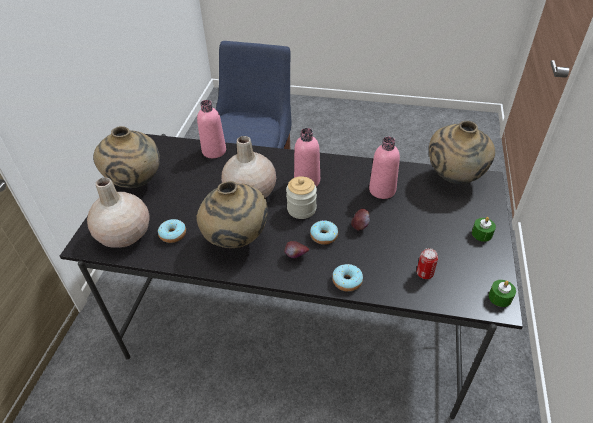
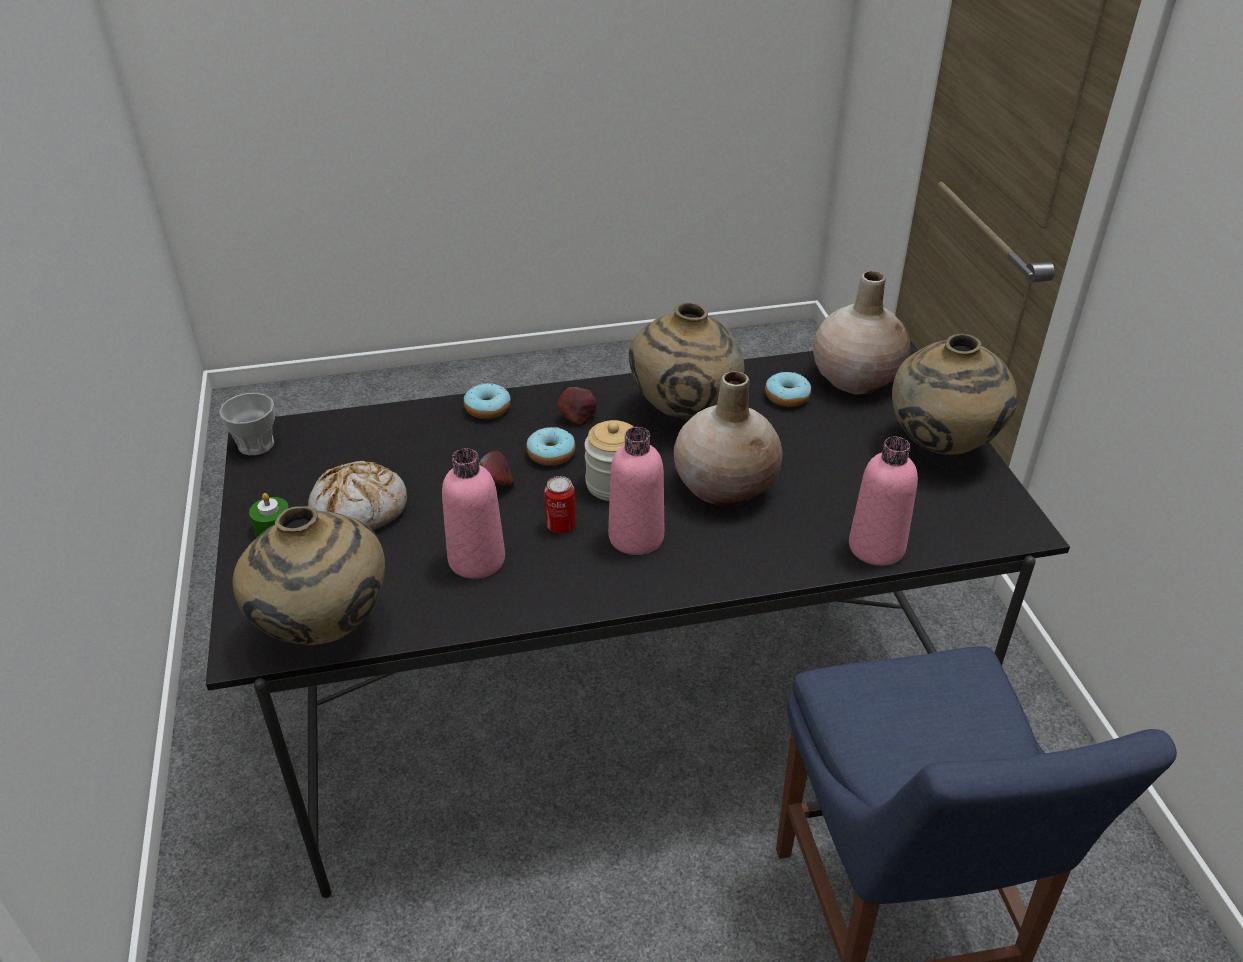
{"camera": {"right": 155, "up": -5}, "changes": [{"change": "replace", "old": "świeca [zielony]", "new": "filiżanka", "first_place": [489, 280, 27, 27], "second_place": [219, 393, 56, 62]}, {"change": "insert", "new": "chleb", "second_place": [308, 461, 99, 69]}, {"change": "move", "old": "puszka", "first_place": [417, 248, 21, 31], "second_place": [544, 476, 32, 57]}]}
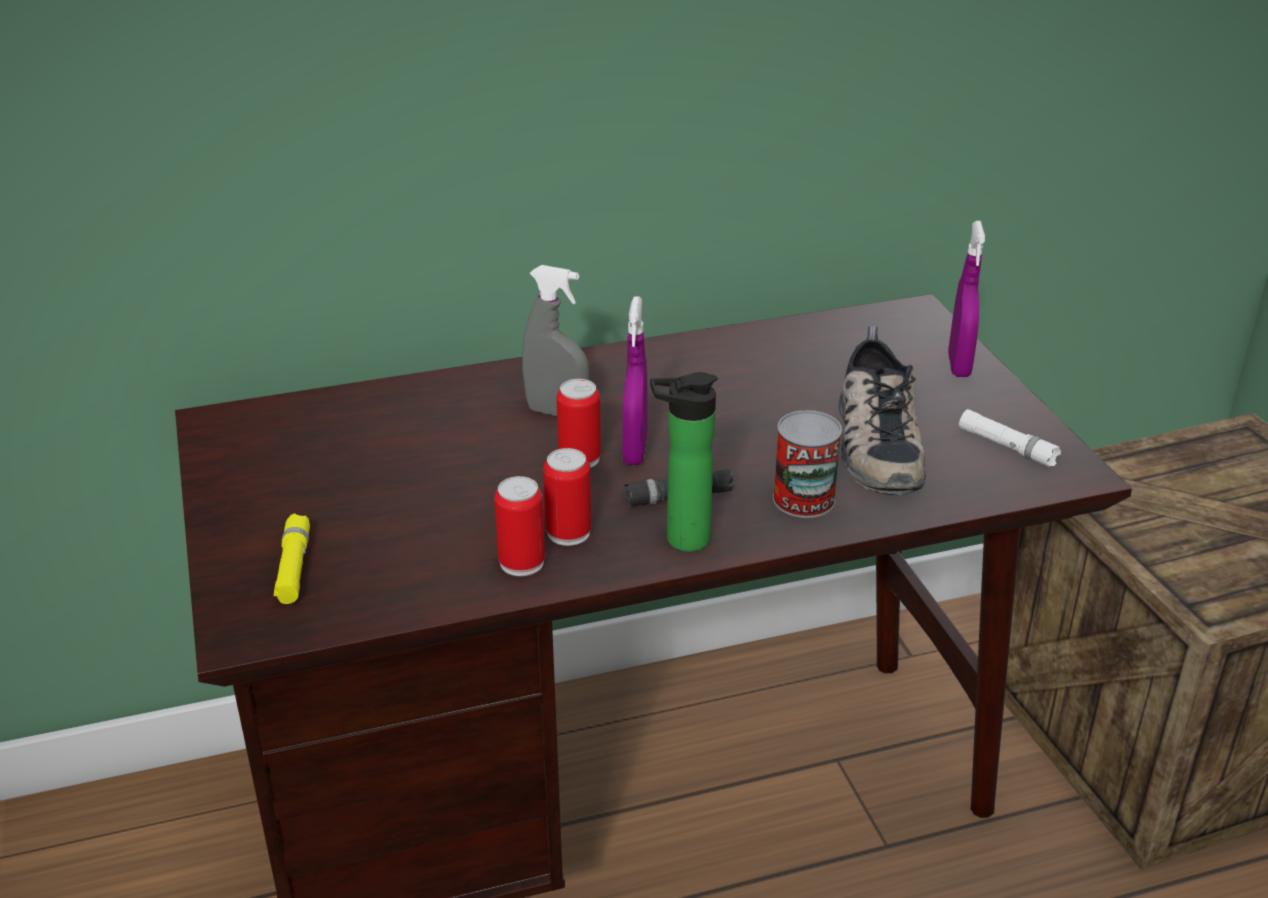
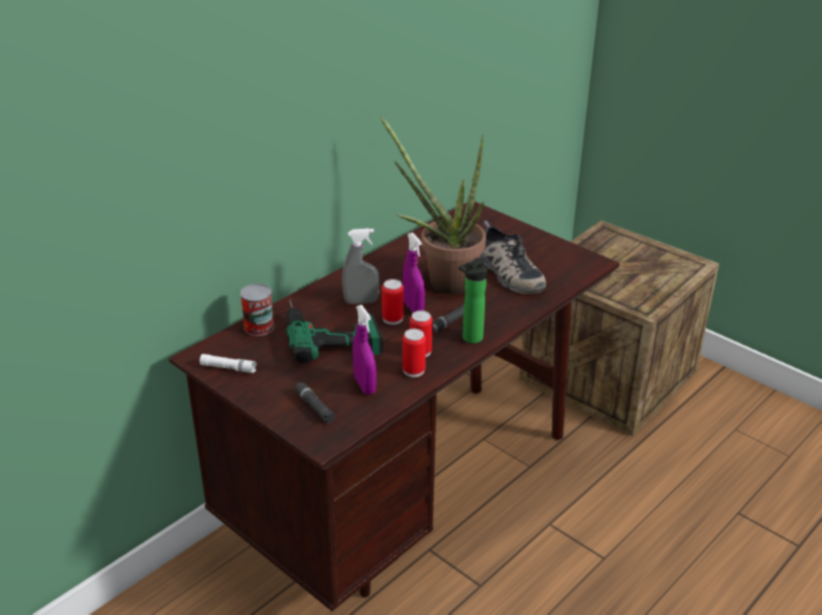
{"camera": {"right": -30, "up": 0}, "changes": [{"change": "move", "old": "latarka [biały]", "first_place": [959, 409, 102, 58], "second_place": [200, 354, 57, 19]}, {"change": "move", "old": "puszka", "first_place": [773, 410, 69, 108], "second_place": [240, 284, 34, 52]}, {"change": "insert", "new": "wiertarka", "second_place": [286, 301, 97, 62]}, {"change": "recolor", "old": "latarka [żółty]", "new": "latarka [czarny]", "first_place": [274, 513, 36, 91], "second_place": [295, 382, 40, 41]}, {"change": "move", "old": "spryskiwacz [fioletowy]", "first_place": [948, 221, 37, 156], "second_place": [353, 305, 23, 89]}, {"change": "insert", "new": "roślina doniczkowa", "second_place": [380, 116, 106, 178]}]}
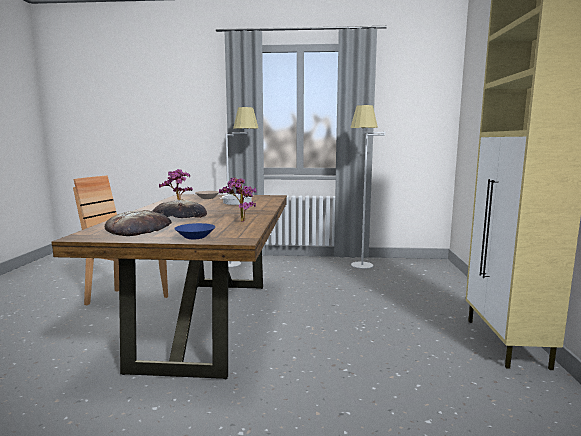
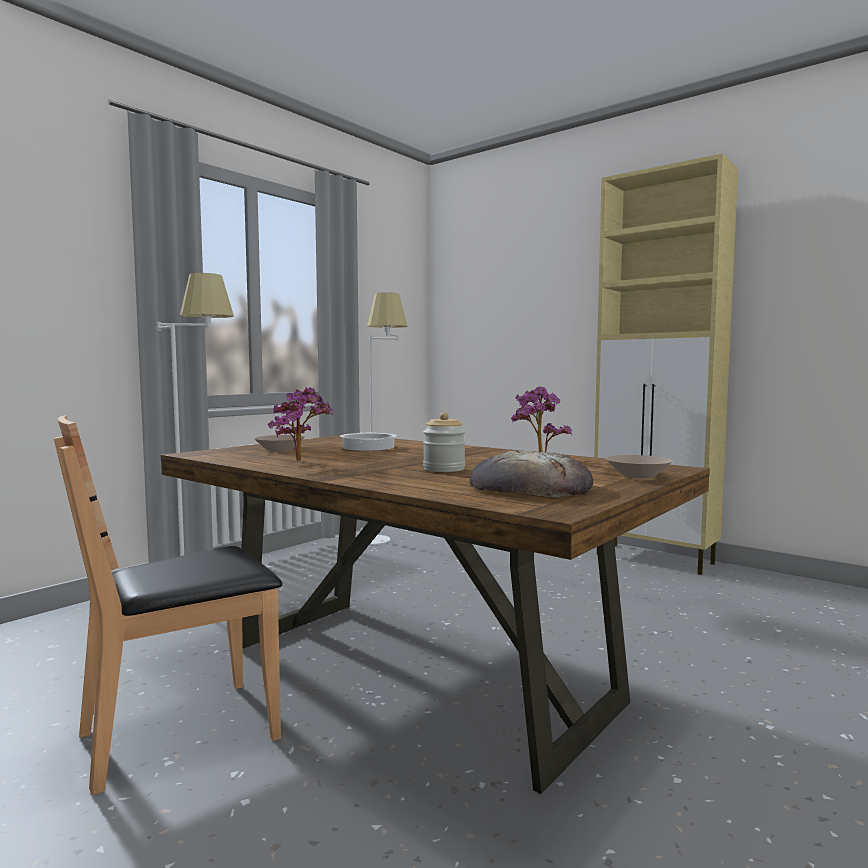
{"camera": {"right": -55, "up": -5}, "changes": [{"change": "replace", "old": "chleb", "new": "słoik", "first_place": [153, 199, 54, 19], "second_place": [423, 412, 42, 60]}, {"change": "recolor", "old": "miska [niebieski]", "new": "miska [beżowy]", "first_place": [174, 223, 41, 16], "second_place": [605, 455, 68, 23]}]}
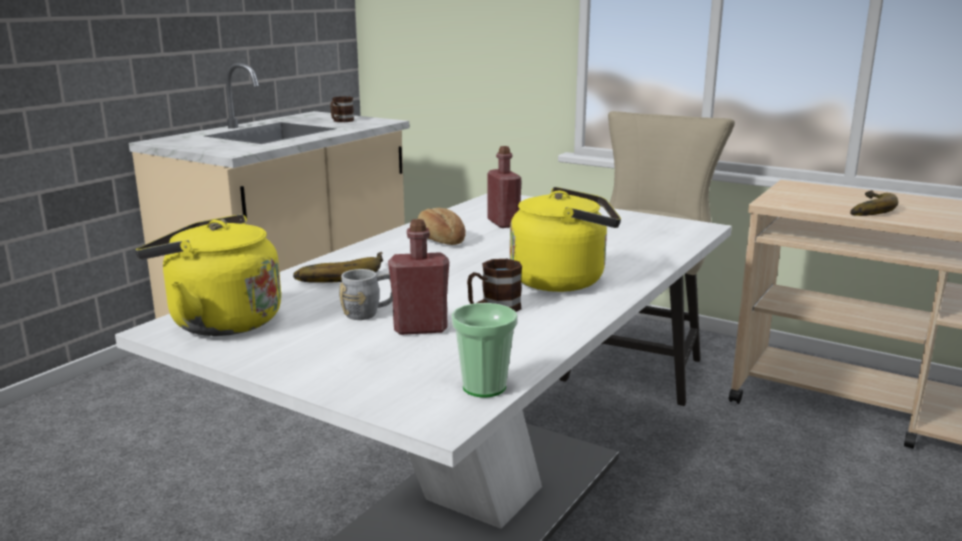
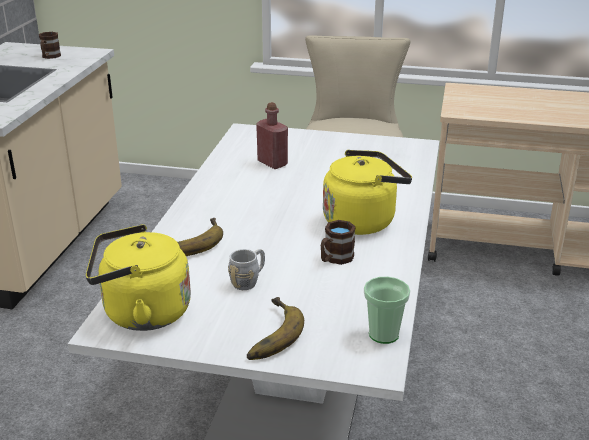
{"camera": {"right": -20, "up": 10}, "changes": [{"change": "move", "old": "banan", "first_place": [850, 190, 48, 26], "second_place": [247, 297, 57, 63]}, {"change": "delete", "old": "butelka [czerwony]", "first_place": [388, 219, 61, 116]}, {"change": "delete", "old": "chleb", "first_place": [417, 208, 49, 37]}]}
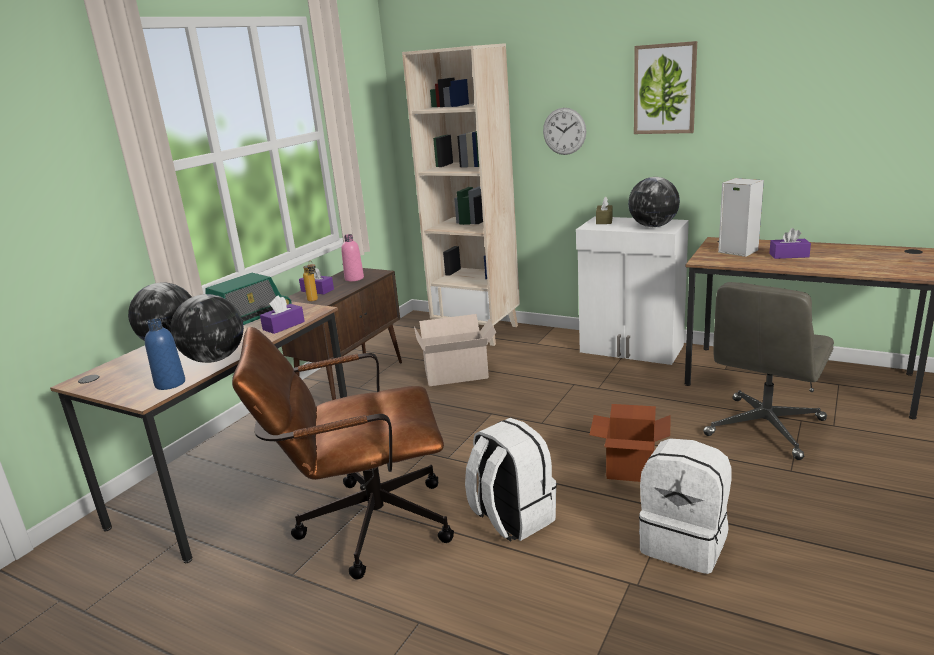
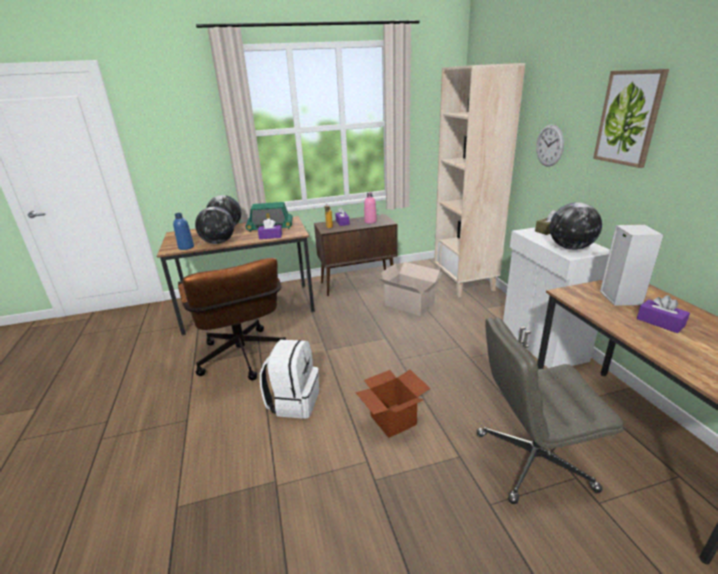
{"camera": {"right": 45, "up": 5}, "changes": [{"change": "rotate", "old": "krzesło biurowe [brązowy]", "first_place": [232, 327, 222, 252], "second_place": [178, 258, 108, 122], "degrees": -150}, {"change": "delete", "old": "plecak [biały]", "first_place": [639, 438, 93, 136]}]}
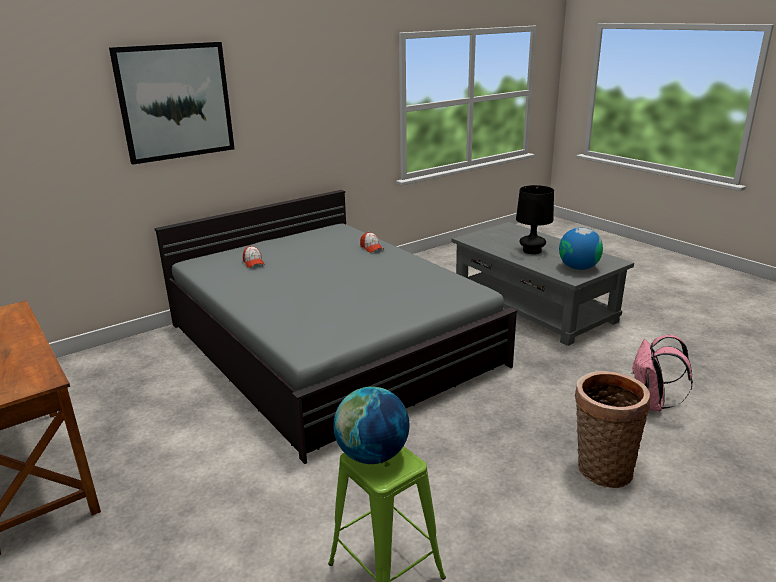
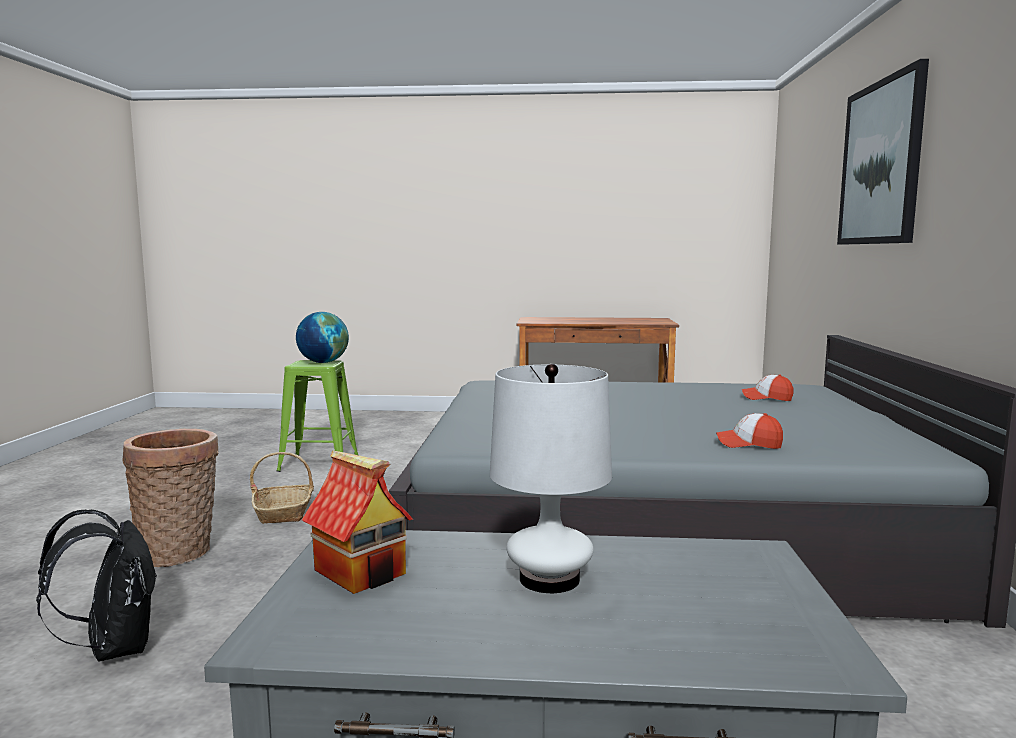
{"camera": {"right": 130, "up": -15}, "changes": [{"change": "recolor", "old": "plecak [różowy]", "new": "plecak [czarny]", "first_place": [631, 335, 62, 77], "second_place": [36, 510, 121, 152]}, {"change": "insert", "new": "koszyk", "second_place": [250, 452, 64, 72]}, {"change": "replace", "old": "globus", "new": "domek", "first_place": [559, 228, 44, 42], "second_place": [302, 450, 111, 144]}, {"change": "recolor", "old": "lampa stołowa [czarny]", "new": "lampa stołowa [biały]", "first_place": [516, 185, 38, 69], "second_place": [490, 364, 122, 229]}]}
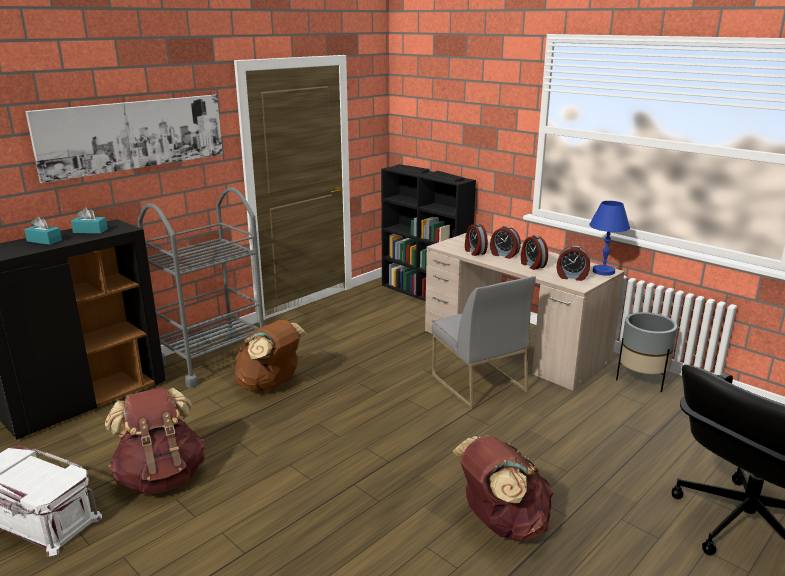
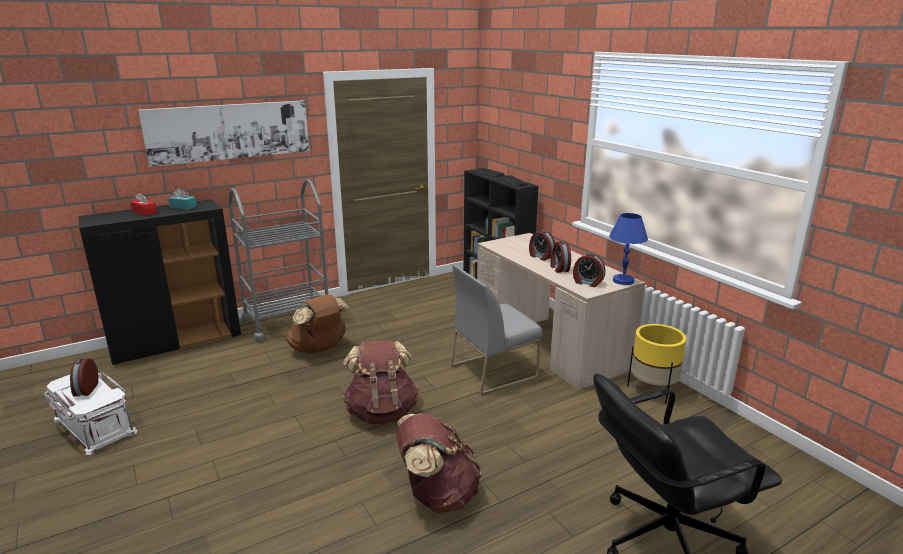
{"camera": {"right": 15, "up": 0}, "changes": [{"change": "move", "old": "budzik", "first_place": [465, 223, 23, 33], "second_place": [70, 358, 29, 38]}, {"change": "recolor", "old": "pudełko chusteczek [turkusowy]", "new": "pudełko chusteczek [czerwony]", "first_place": [24, 216, 38, 29], "second_place": [131, 193, 26, 23]}, {"change": "move", "old": "plecak [brązowy]", "first_place": [105, 387, 100, 108], "second_place": [343, 340, 76, 84]}, {"change": "rotate", "old": "krzesło [szary]", "first_place": [432, 276, 104, 133], "second_place": [450, 265, 92, 131], "degrees": 75}, {"change": "recolor", "old": "donica [szary]", "new": "donica [żółty]", "first_place": [616, 312, 61, 80], "second_place": [627, 324, 59, 80]}]}
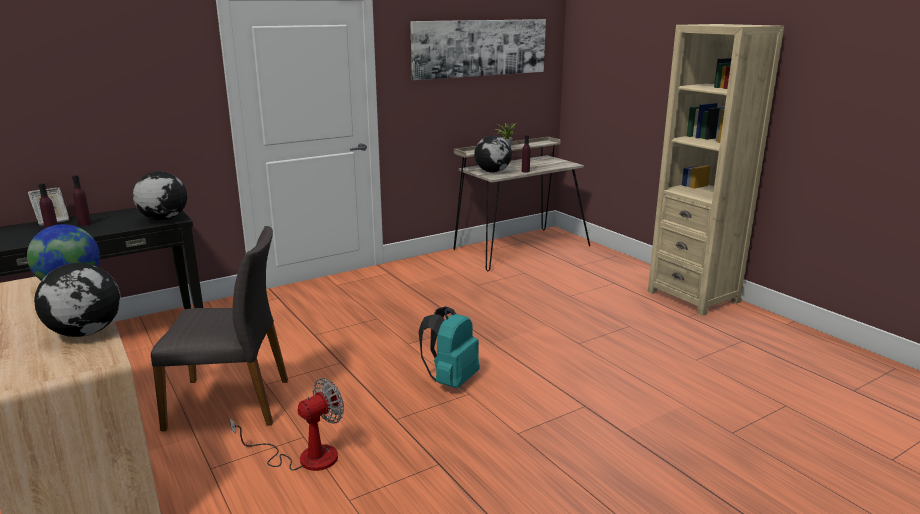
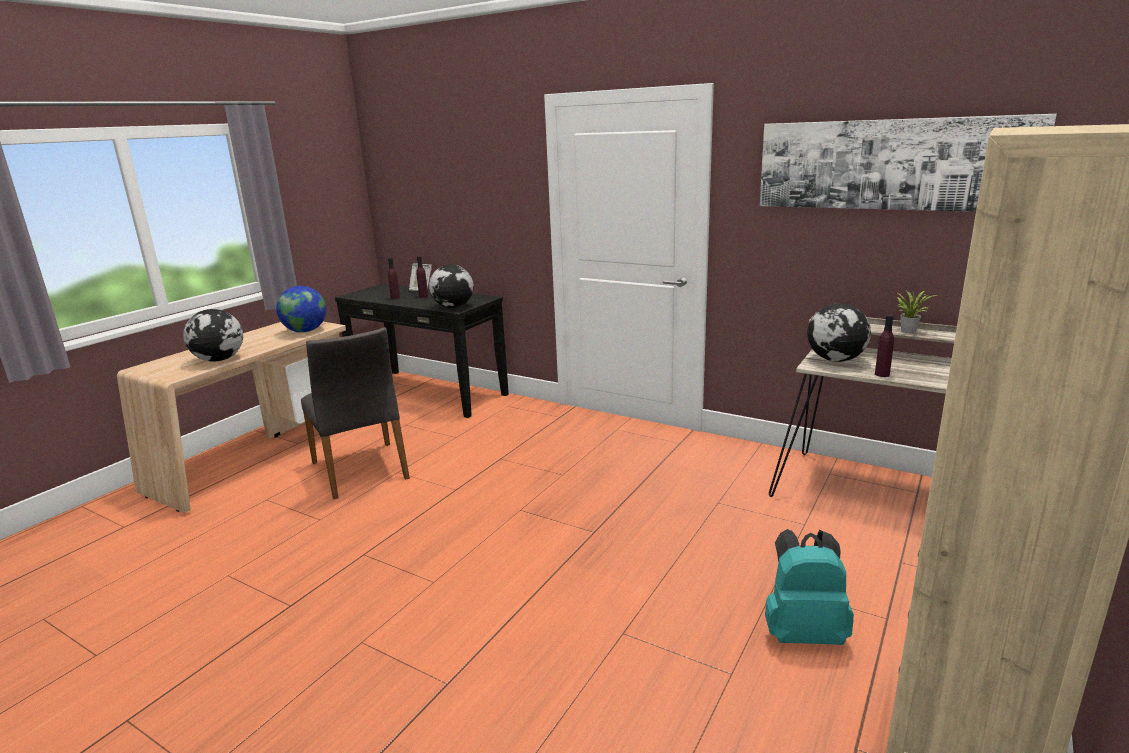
{"camera": {"right": 65, "up": 0}, "changes": [{"change": "move", "old": "plecak [turkusowy]", "first_place": [419, 306, 61, 83], "second_place": [765, 529, 89, 116]}, {"change": "delete", "old": "wentylator", "first_place": [230, 378, 114, 93]}]}
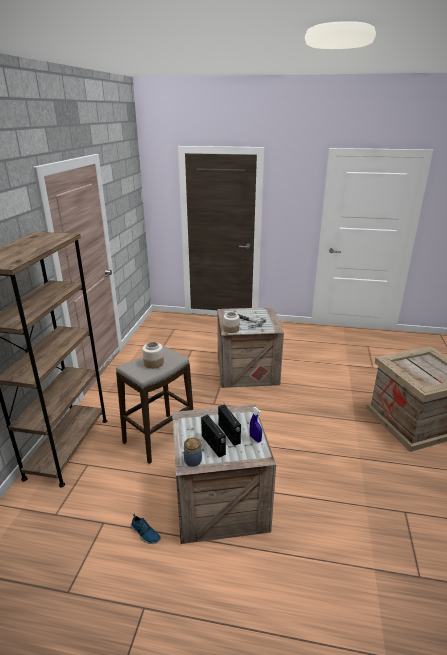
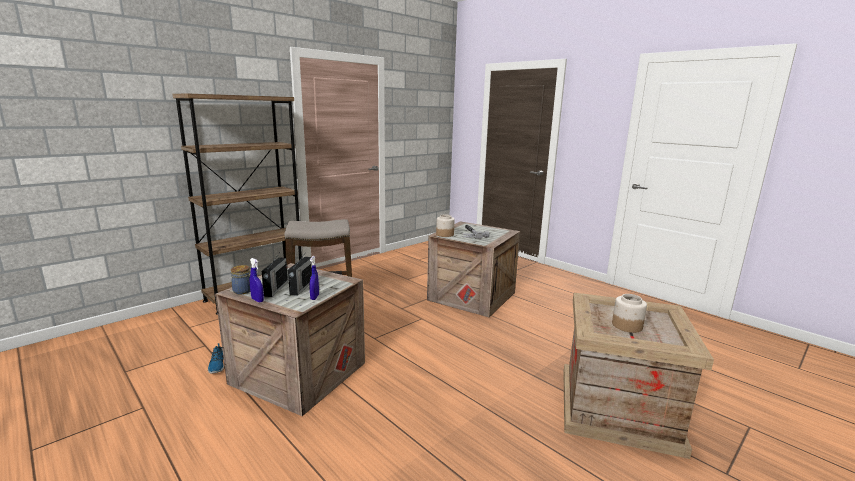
{"camera": {"right": 35, "up": -10}, "changes": [{"change": "insert", "new": "spryskiwacz [niebieski]", "second_place": [250, 258, 14, 44]}, {"change": "move", "old": "słoik", "first_place": [142, 342, 22, 27], "second_place": [612, 294, 35, 39]}]}
